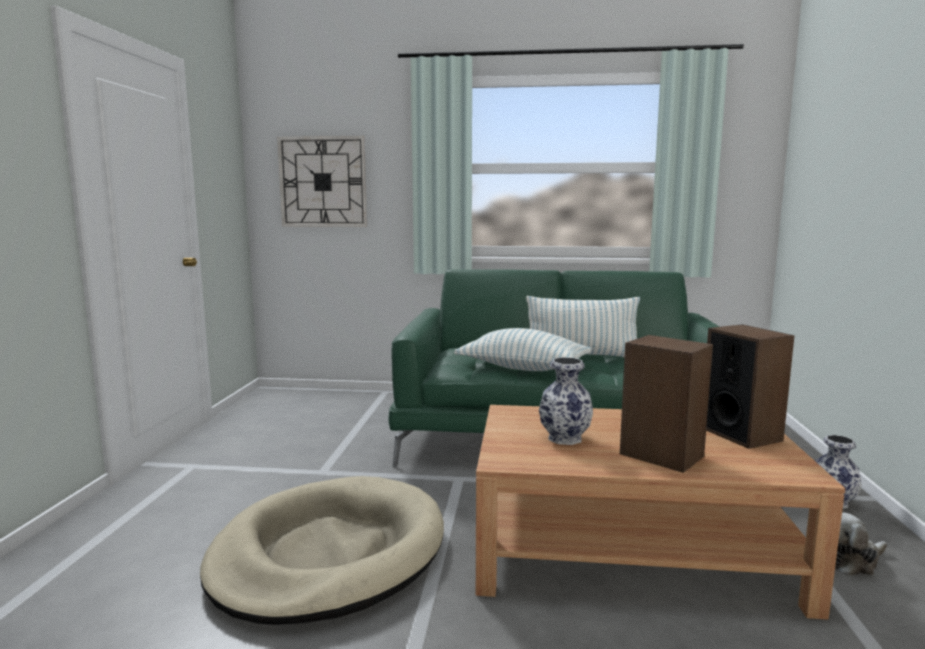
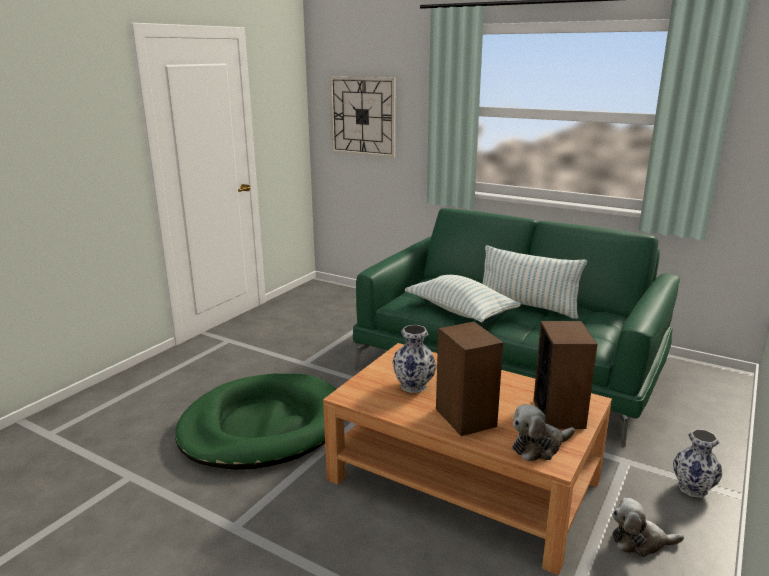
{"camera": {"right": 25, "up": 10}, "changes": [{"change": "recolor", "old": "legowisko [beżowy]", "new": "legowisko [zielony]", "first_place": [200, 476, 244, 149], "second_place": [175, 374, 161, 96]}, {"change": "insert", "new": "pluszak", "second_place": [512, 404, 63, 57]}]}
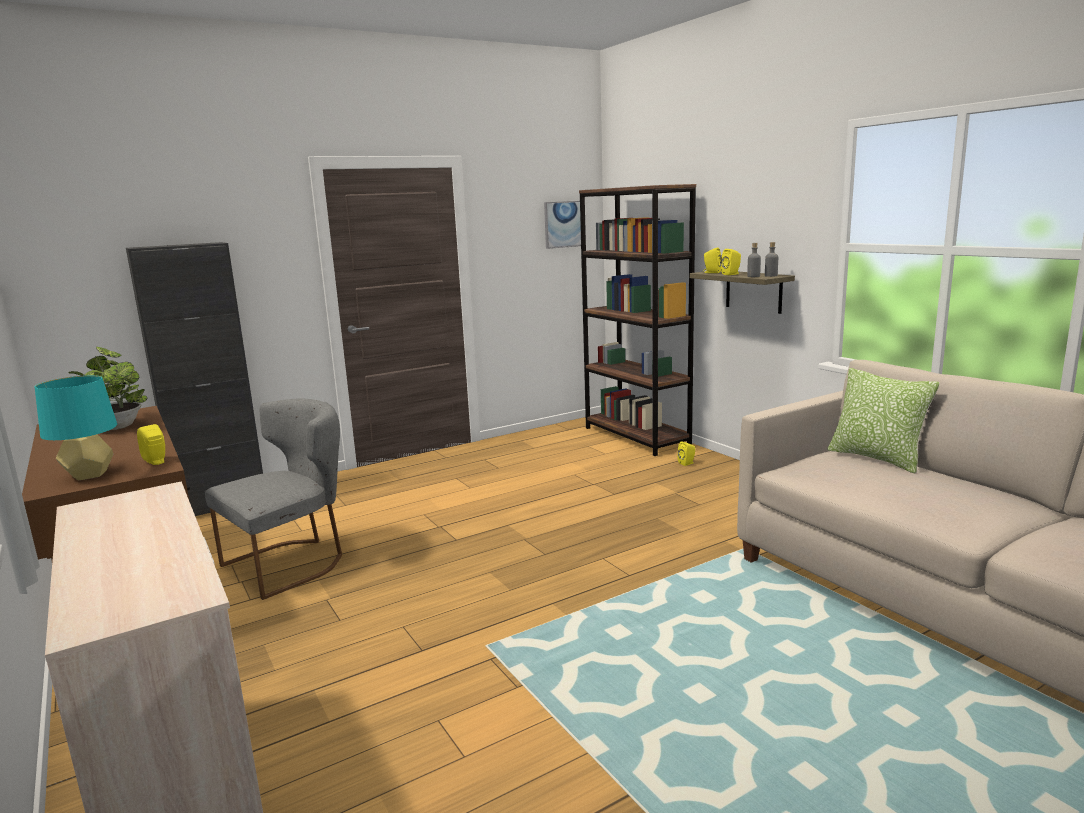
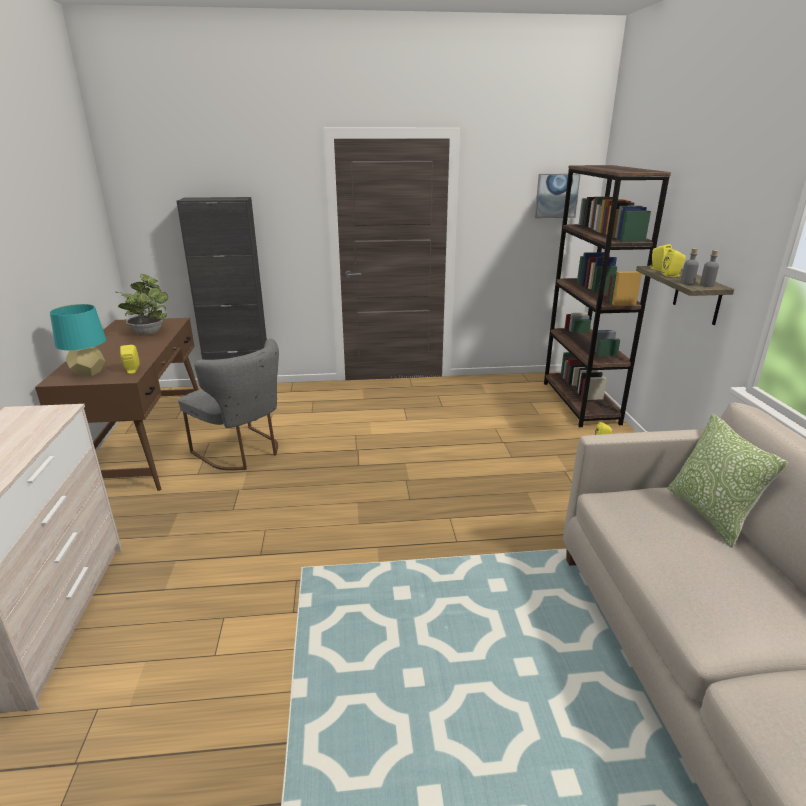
{"camera": {"right": 25, "up": 10}, "changes": [{"change": "rotate", "old": "krzesło [szary]", "first_place": [205, 398, 137, 202], "second_place": [178, 339, 101, 131], "degrees": 60}]}
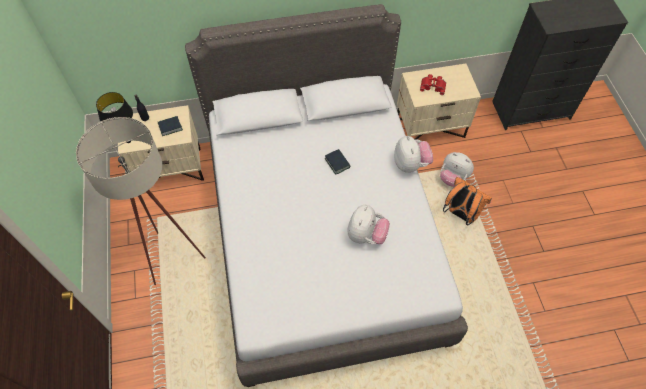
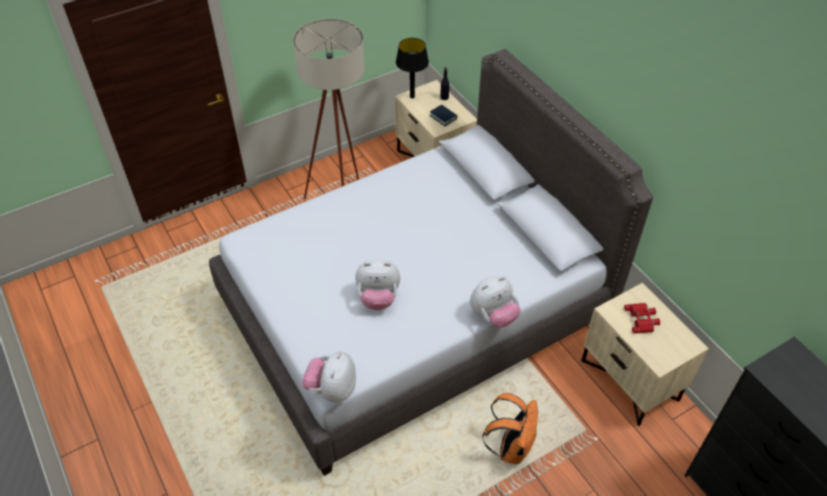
{"camera": {"right": 70, "up": -10}, "changes": [{"change": "move", "old": "pluszak", "first_place": [440, 152, 34, 35], "second_place": [302, 352, 54, 50]}, {"change": "delete", "old": "książka", "first_place": [325, 149, 25, 26]}]}
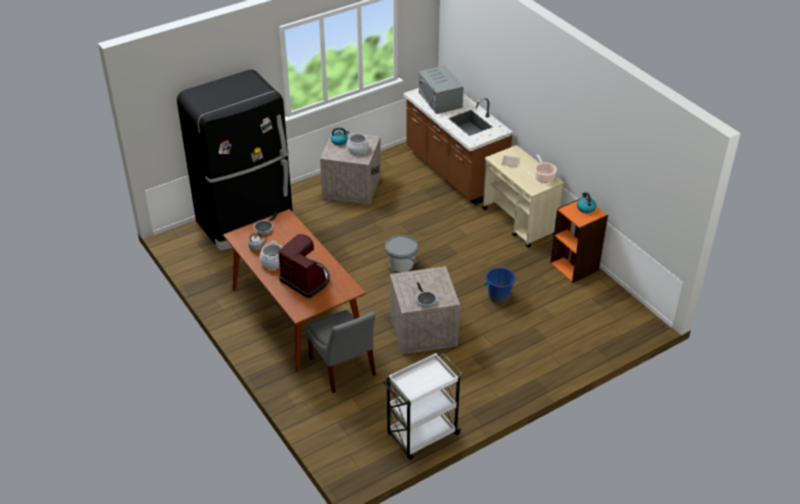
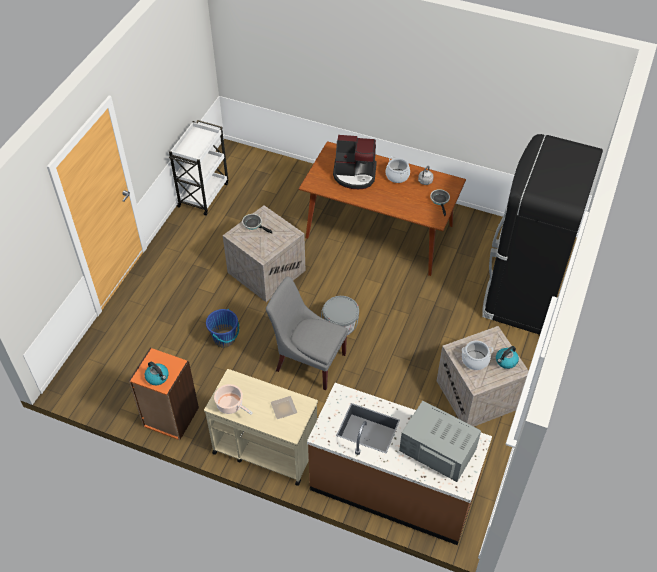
{"camera": {"right": 145, "up": 10}, "changes": [{"change": "move", "old": "krzesło [szary]", "first_place": [306, 310, 70, 83], "second_place": [266, 277, 82, 113]}]}
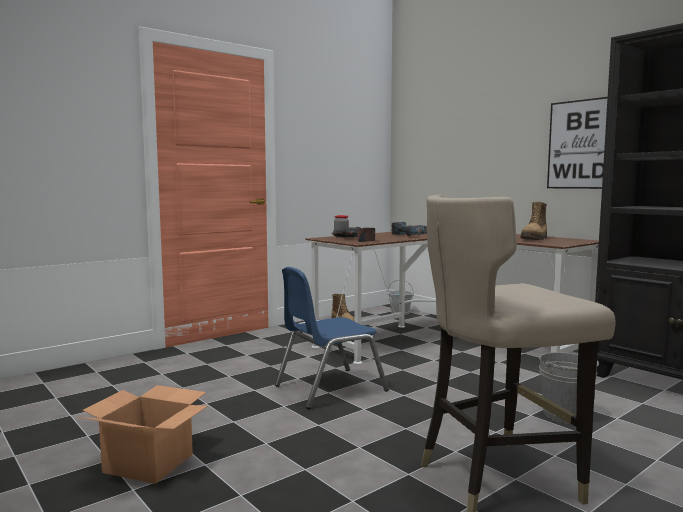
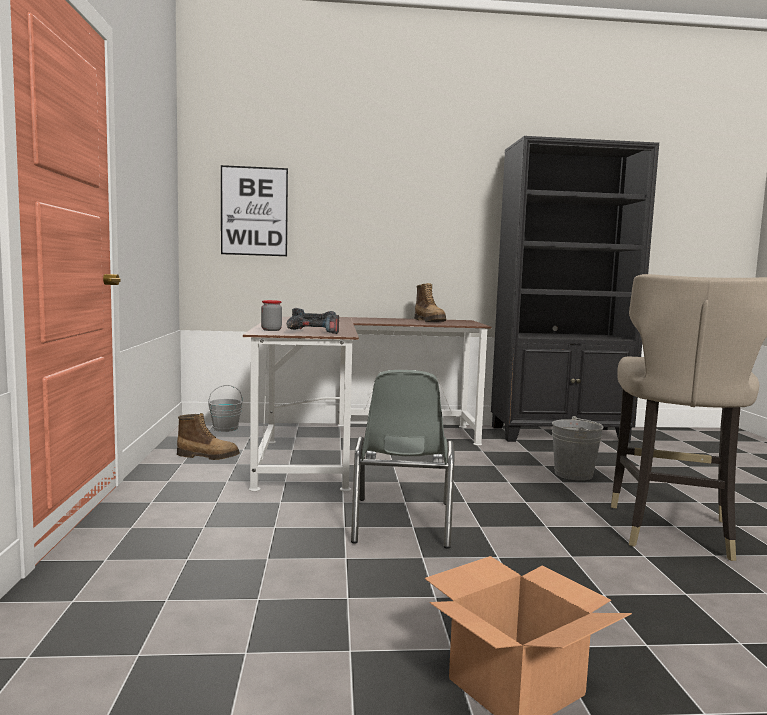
{"camera": {"right": -55, "up": 0}, "changes": [{"change": "move", "old": "obraz", "first_place": [547, 97, 61, 92], "second_place": [221, 165, 67, 91]}, {"change": "recolor", "old": "krzesło [niebieski]", "new": "krzesło [szary]", "first_place": [275, 267, 114, 142], "second_place": [351, 370, 104, 179]}]}
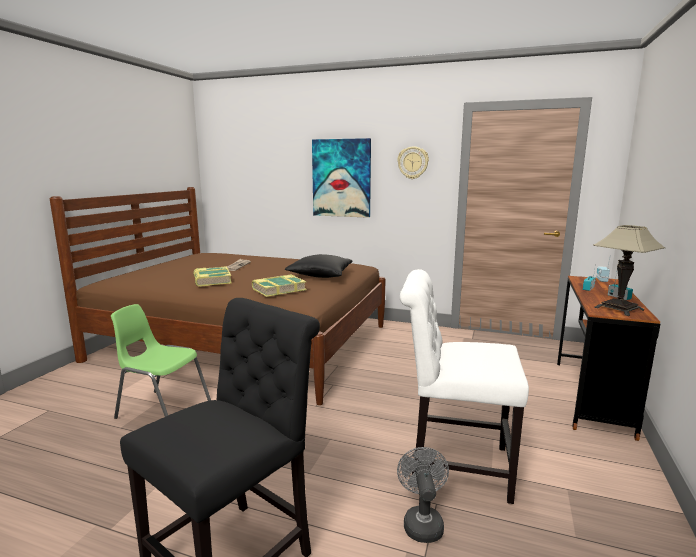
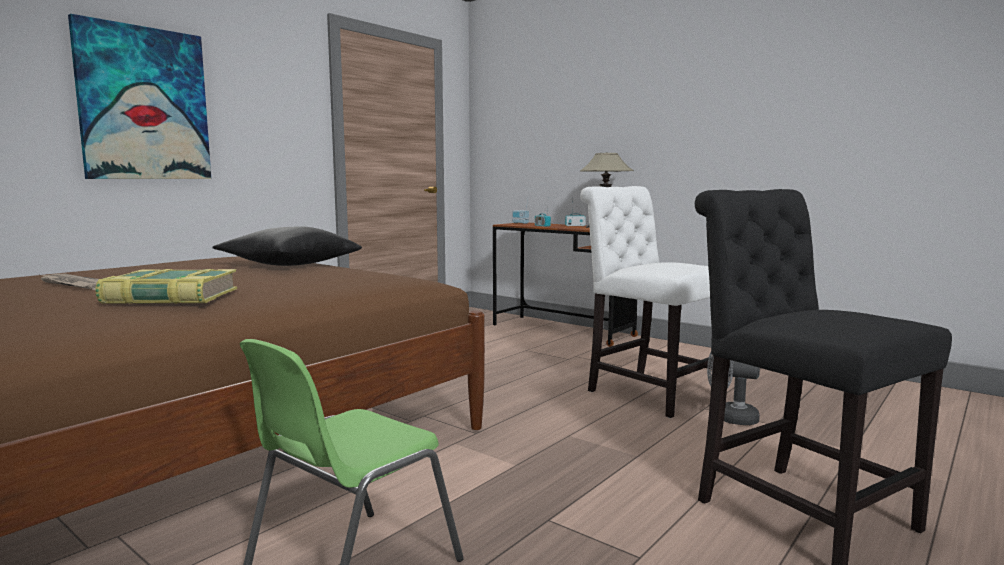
{"camera": {"right": -70, "up": -5}, "changes": [{"change": "rotate", "old": "krzesło [biały]", "first_place": [400, 269, 129, 235], "second_place": [580, 186, 133, 232], "degrees": 105}, {"change": "delete", "old": "książka", "first_place": [252, 274, 55, 23]}, {"change": "delete", "old": "zegar ścienny", "first_place": [397, 146, 32, 33]}]}
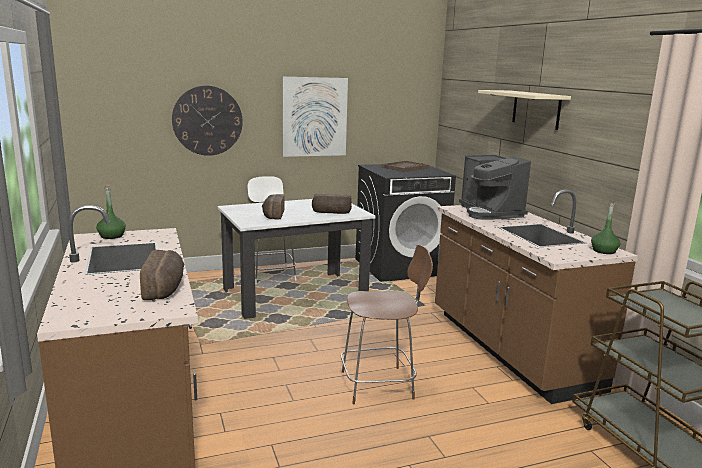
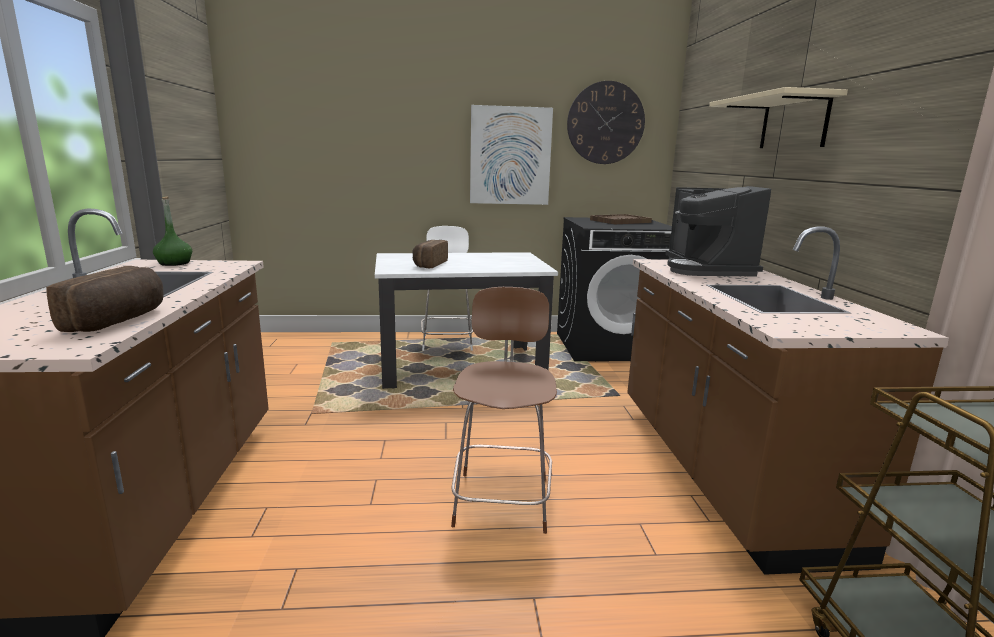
{"camera": {"right": 15, "up": 0}, "changes": [{"change": "rotate", "old": "krzesło [brązowy]", "first_place": [341, 245, 92, 159], "second_place": [451, 287, 106, 247], "degrees": -90}, {"change": "move", "old": "zegar ścienny", "first_place": [172, 86, 71, 70], "second_place": [567, 81, 78, 83]}, {"change": "delete", "old": "chleb", "first_place": [312, 193, 40, 21]}, {"change": "delete", "old": "butelka [zielony]", "first_place": [591, 201, 29, 53]}]}
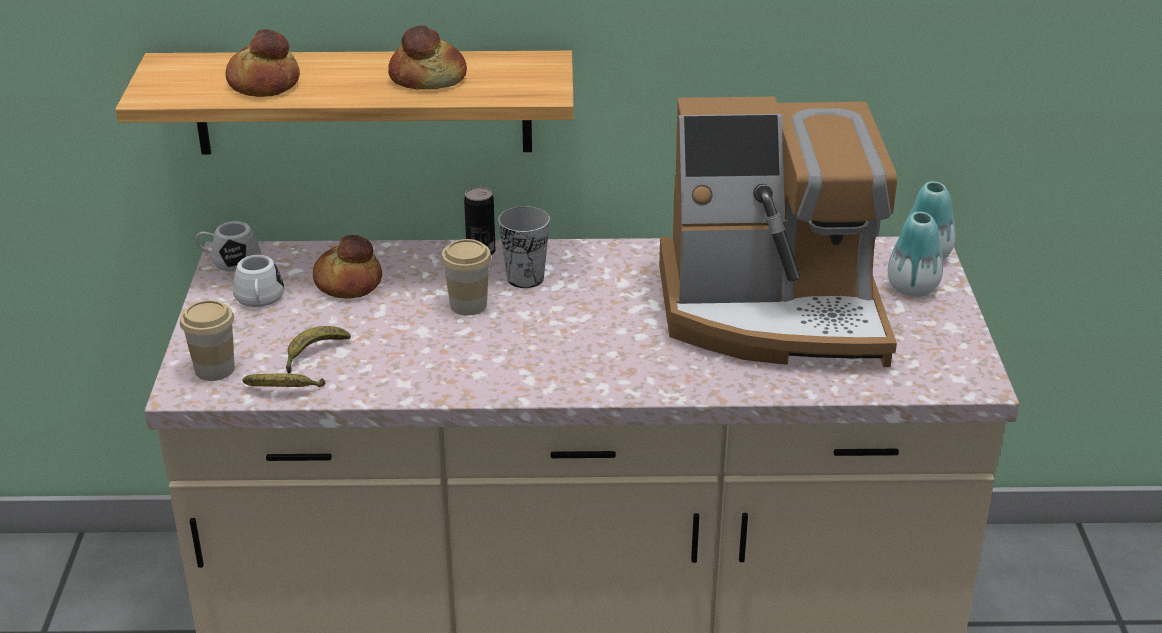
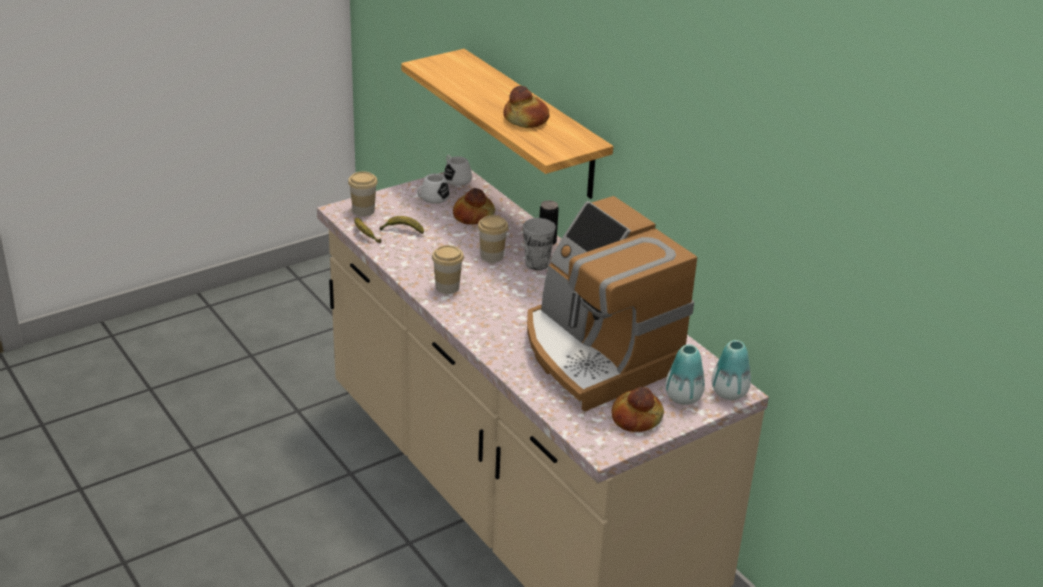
{"camera": {"right": 55, "up": 0}, "changes": [{"change": "insert", "new": "filiżanka", "second_place": [432, 245, 32, 49]}, {"change": "move", "old": "chleb", "first_place": [225, 29, 75, 68], "second_place": [612, 387, 52, 45]}]}
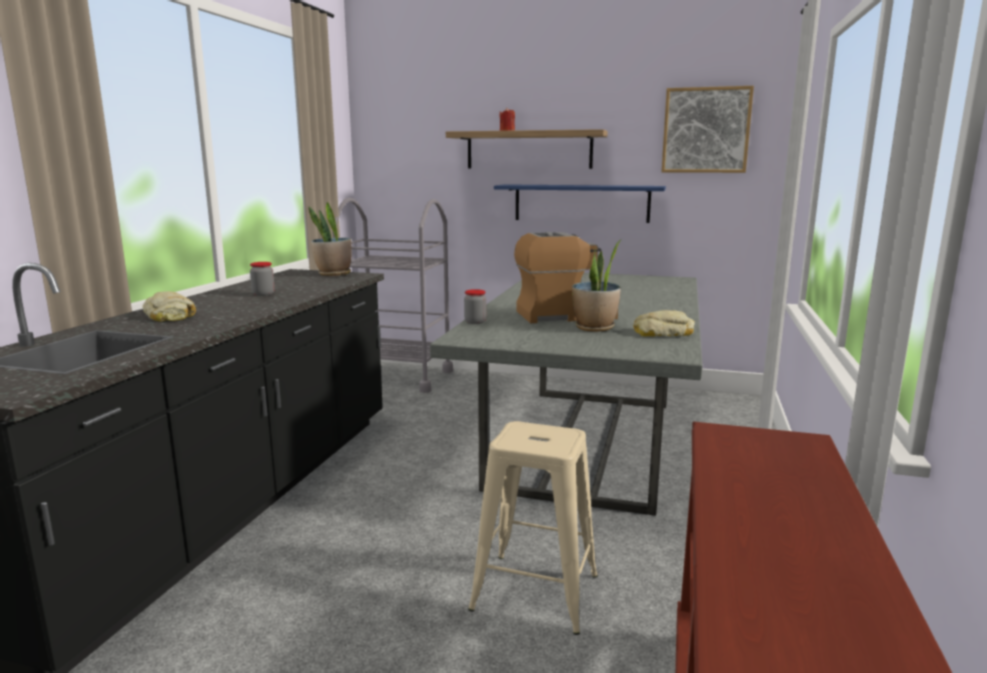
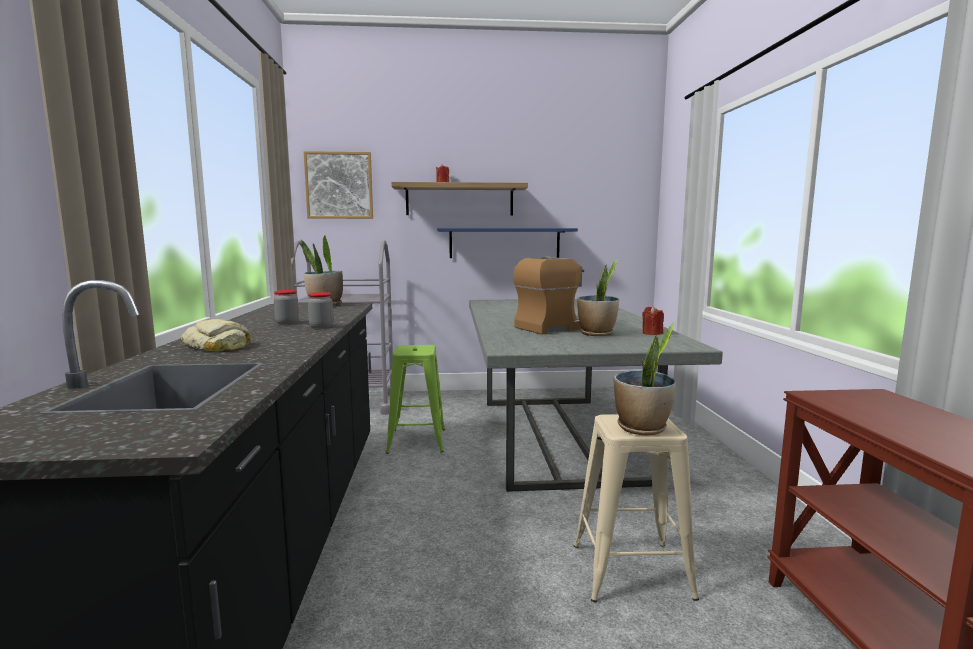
{"camera": {"right": -20, "up": -5}, "changes": [{"change": "move", "old": "obraz", "first_place": [662, 86, 92, 87], "second_place": [304, 151, 69, 68]}, {"change": "move", "old": "słoik", "first_place": [464, 289, 22, 35], "second_place": [308, 292, 25, 36]}, {"change": "insert", "new": "stołek [zielony]", "second_place": [386, 345, 59, 109]}, {"change": "insert", "new": "roślina doniczkowa", "second_place": [614, 322, 62, 113]}, {"change": "replace", "old": "chleb", "new": "świeca [czerwony]", "first_place": [633, 310, 62, 27], "second_place": [642, 306, 22, 29]}]}
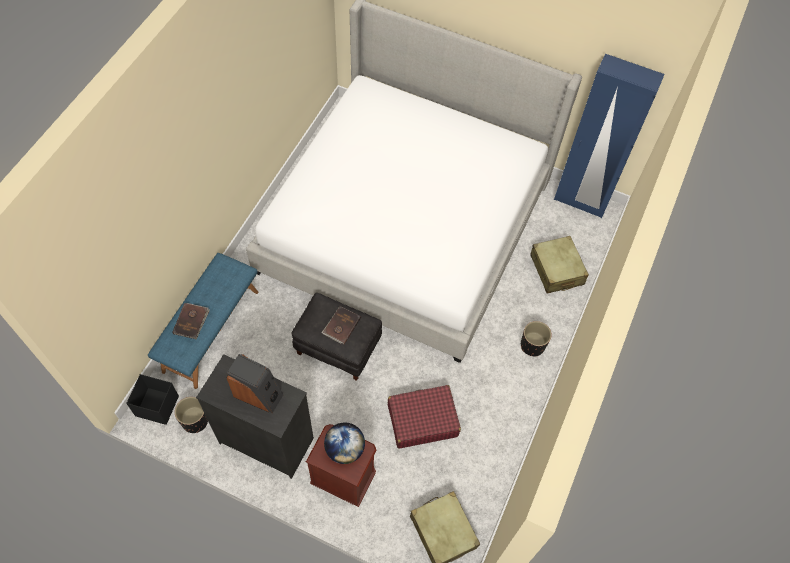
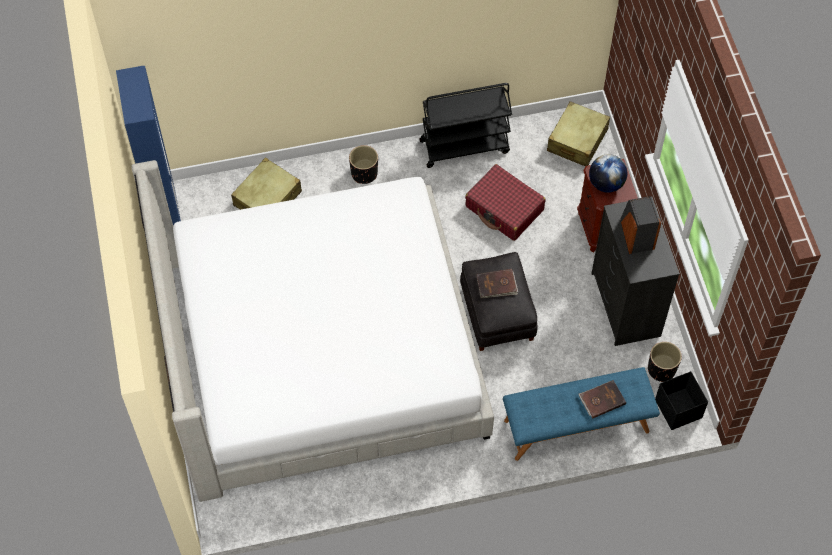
{"camera": {"right": -125, "up": 0}, "changes": [{"change": "insert", "new": "wózek [czarny]", "second_place": [419, 83, 93, 85]}]}
